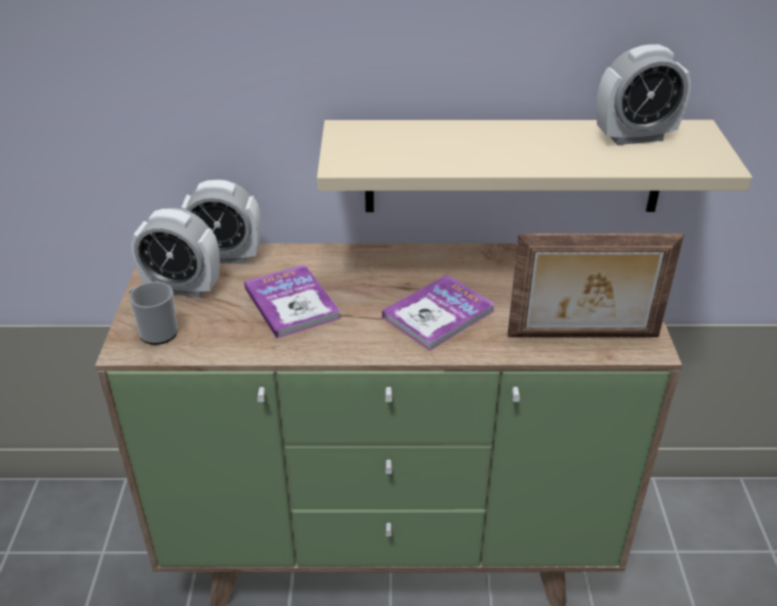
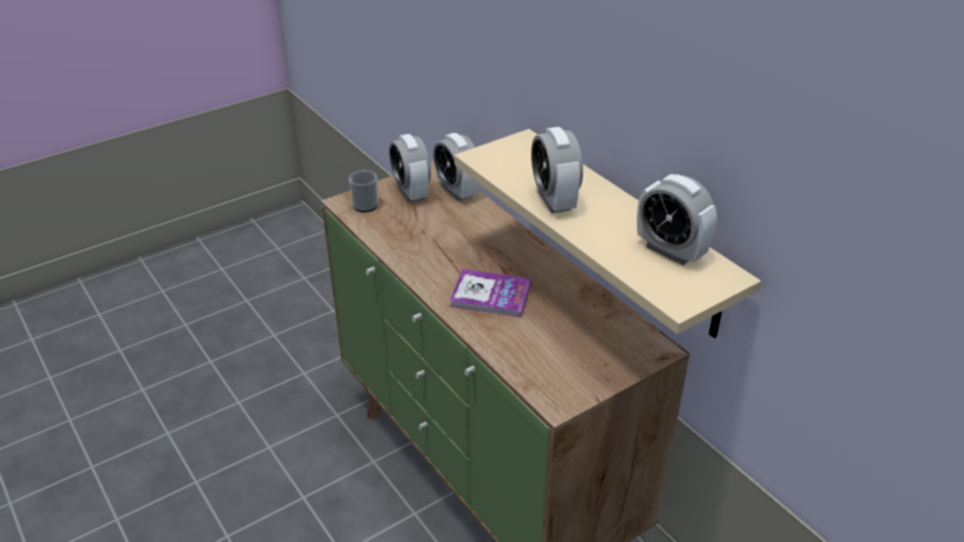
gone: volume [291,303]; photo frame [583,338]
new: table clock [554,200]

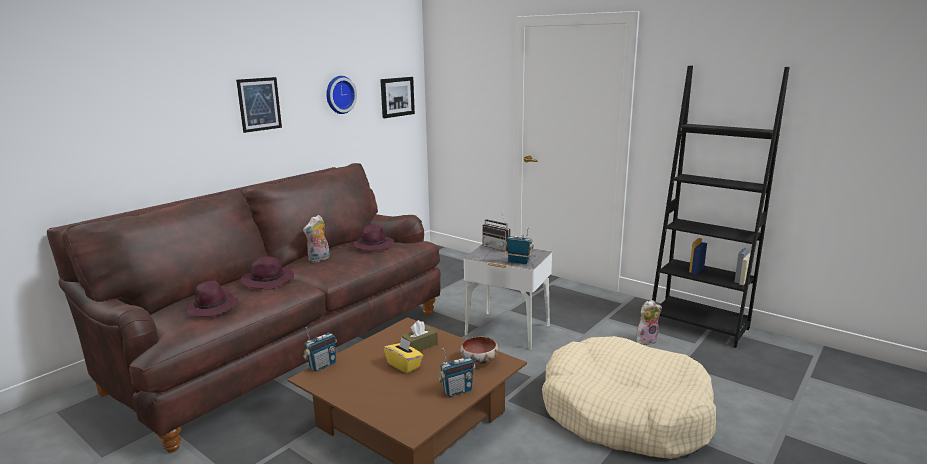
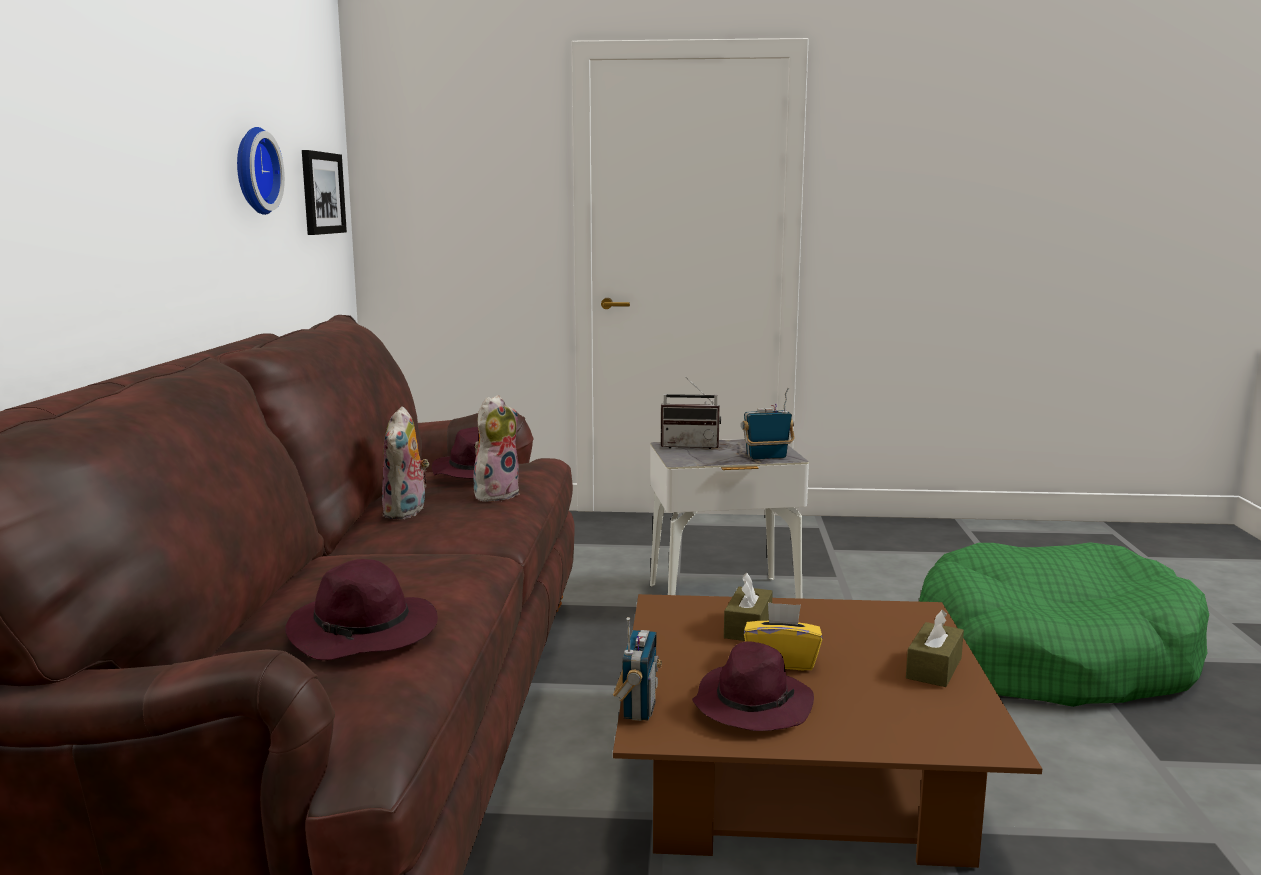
gone: picture [259,104]; deep dish [479,361]; black-coloured bookshelf [698,325]
shifted: purple wearable hat [269,281] to [751,705]; cuddly toy [646,340] to [496,494]
swapped: radio [457,391] to brown tissue holder [934,668]
repainted: sand-coloured pet bed [624,413] to green-coloured pet bed [1051,657]

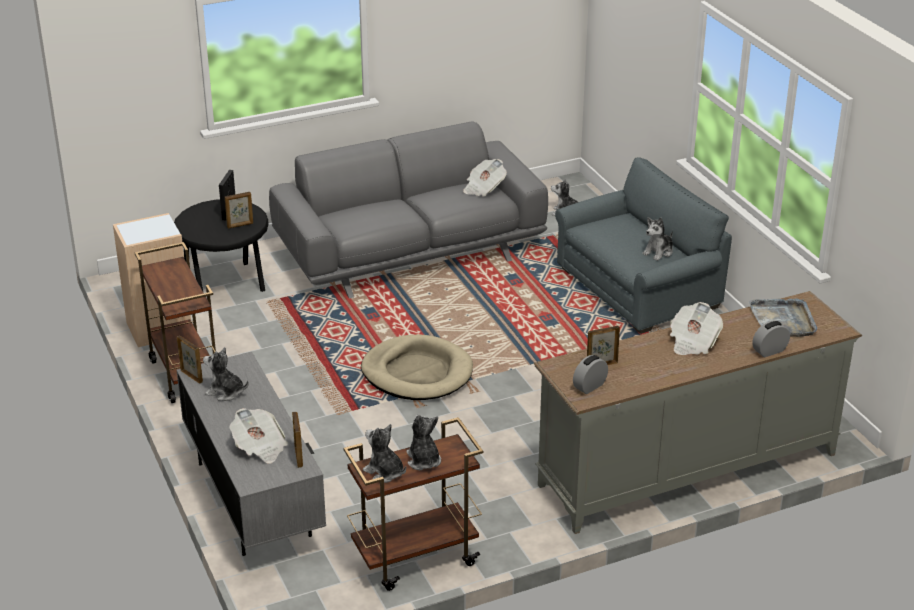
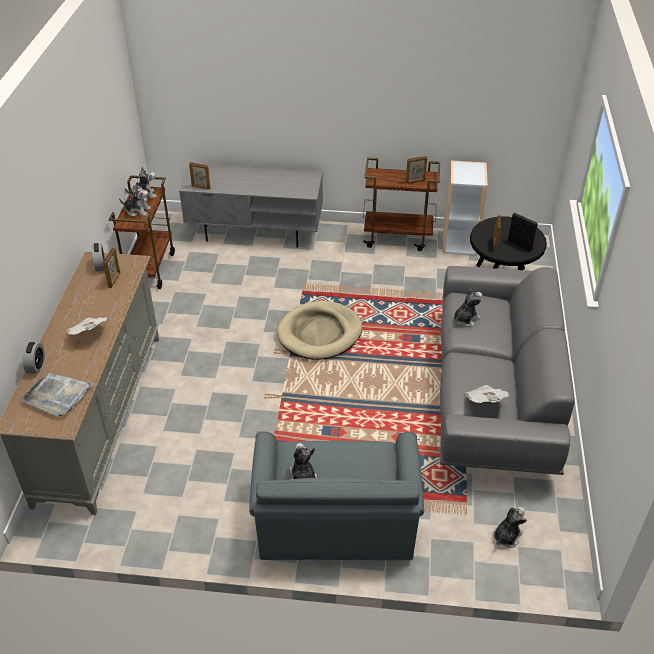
gone: newspaper [260,447]
shifted: photo frame [192,376] to [415,181]; cuddly toy [225,392] to [465,319]

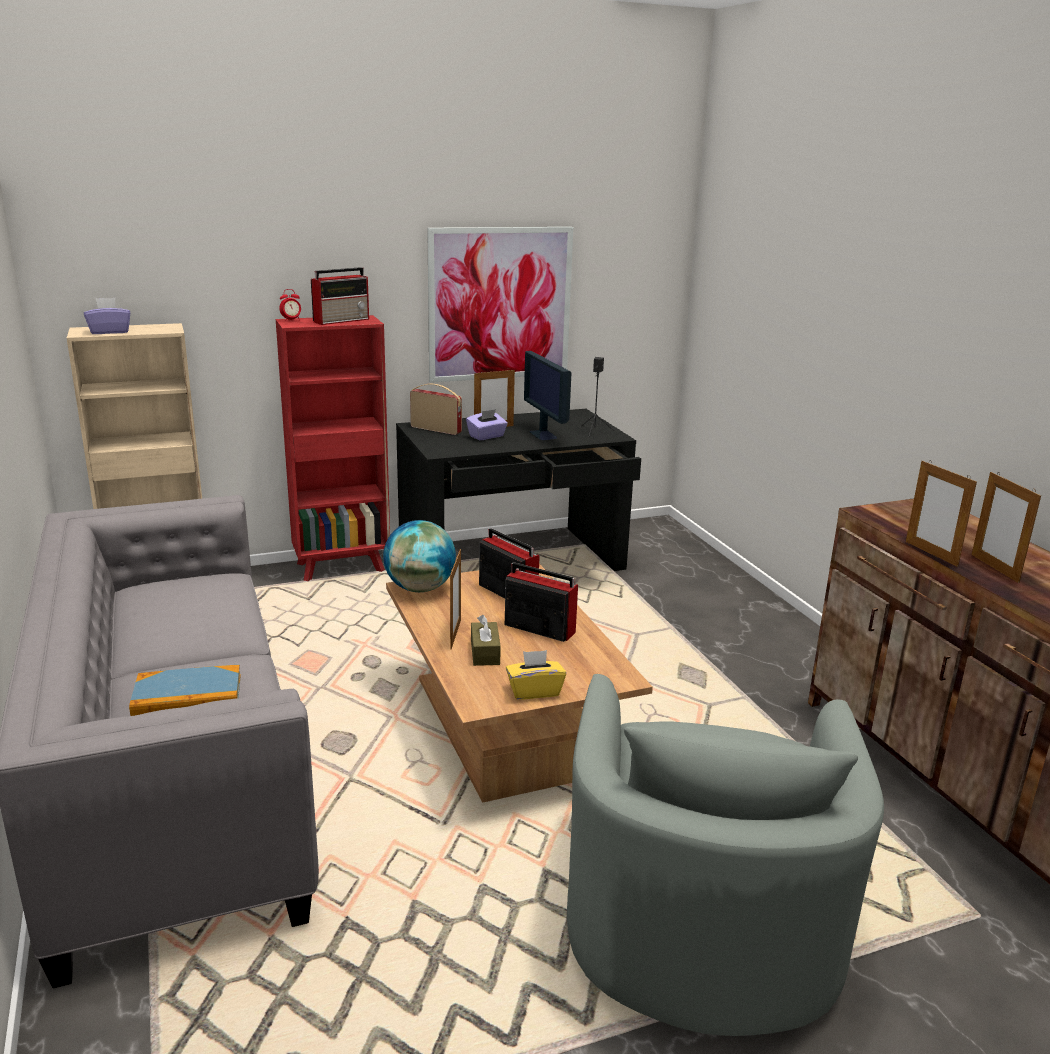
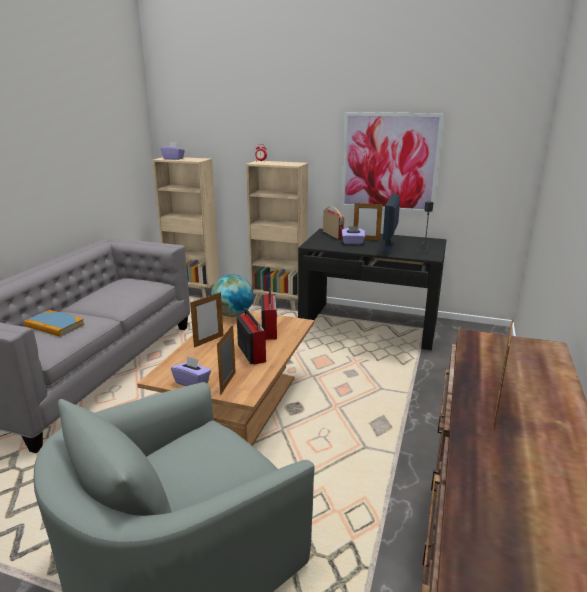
gone: radio [342,320]; brown tissue holder [485,652]
shifted: photo frame [931,553] to [228,383]
repainted: red-coloured bookshelf [342,567] to sand-coloured bookshelf [279,303]; yellowish tissue holder [534,691] to purple tissue holder [192,382]

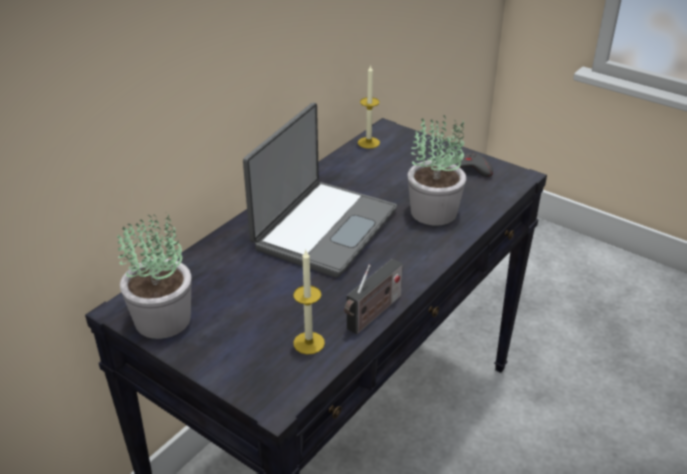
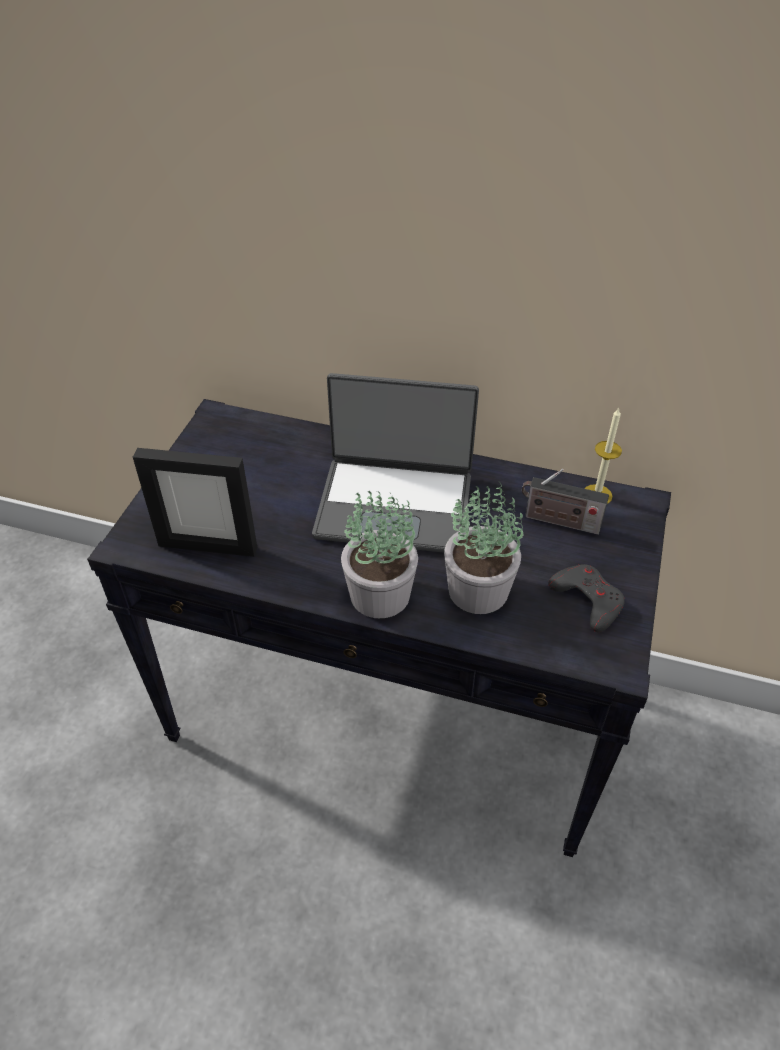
shifted: potted plant [164,320] to [380,595]; radio [372,315] to [558,521]
swapped: wax light [309,343] to photo frame [208,545]

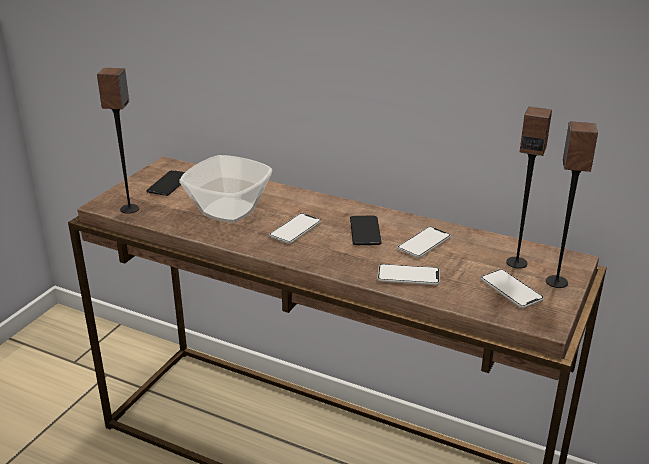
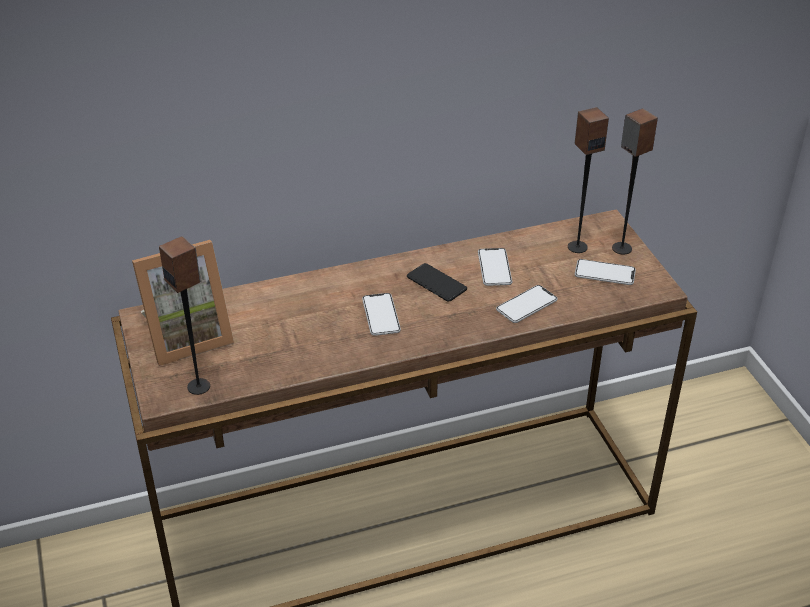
gone: deep dish [230,210]
swapped: telephone [169,184] to photo frame [187,336]

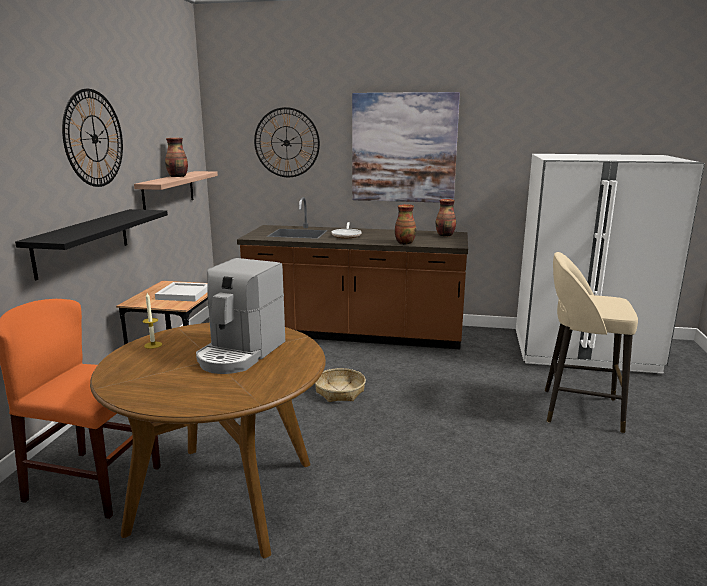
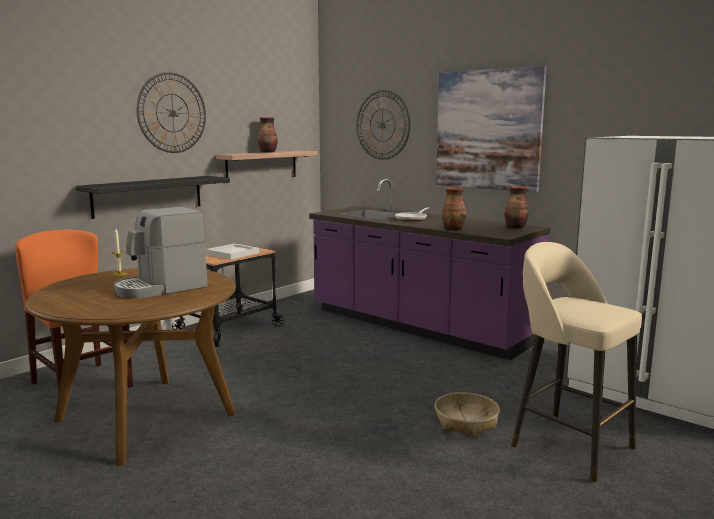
shifted: storage basket [340,391] to [466,422]
repainted: brown kitchen counter [355,333] to purple kitchen counter [418,326]

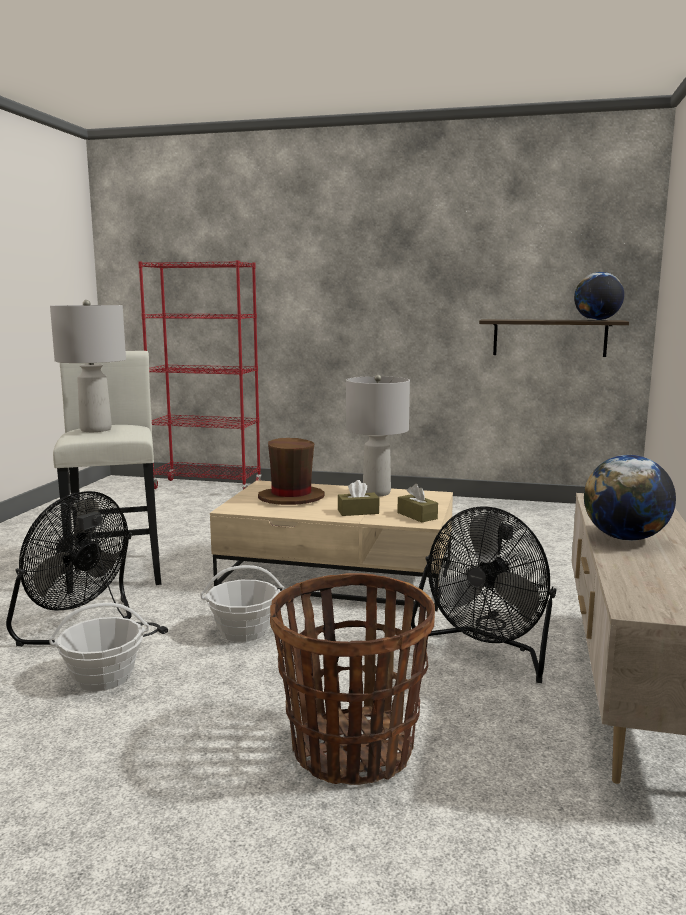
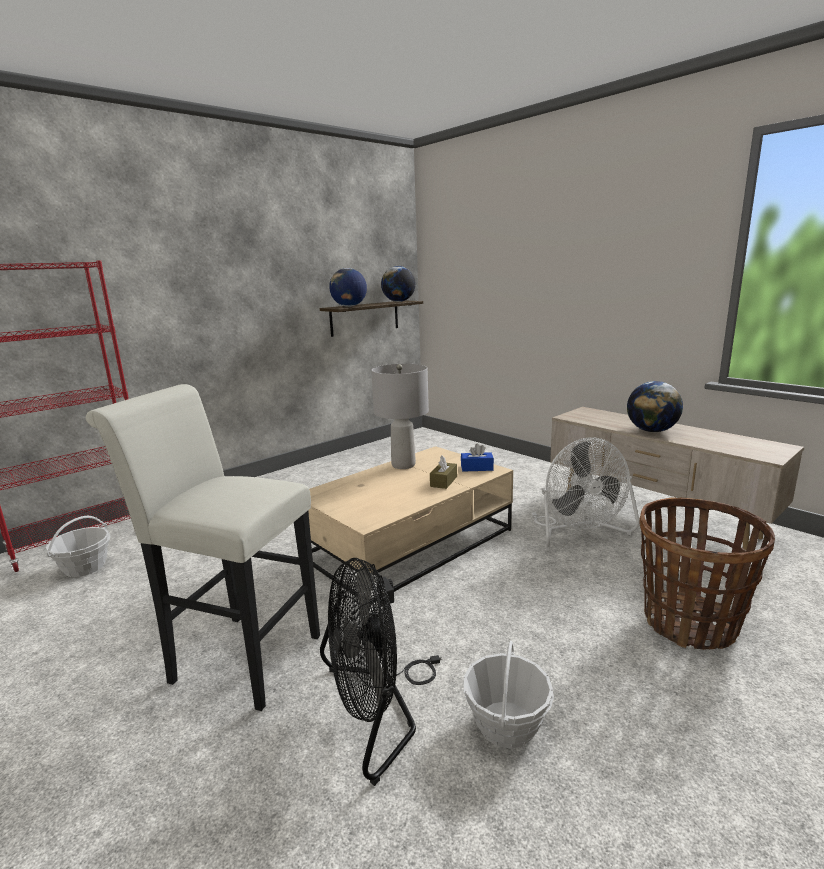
gone: gray table lamp [95,430]; brown wearable hat [290,498]
new: globe [349,306]
shifted: storage basket [244,631] to [85,567]
repainted: brown tissue holder [417,516] to blue tissue holder [477,468]; black-coloured fan [485,647] to whitish fan [575,533]

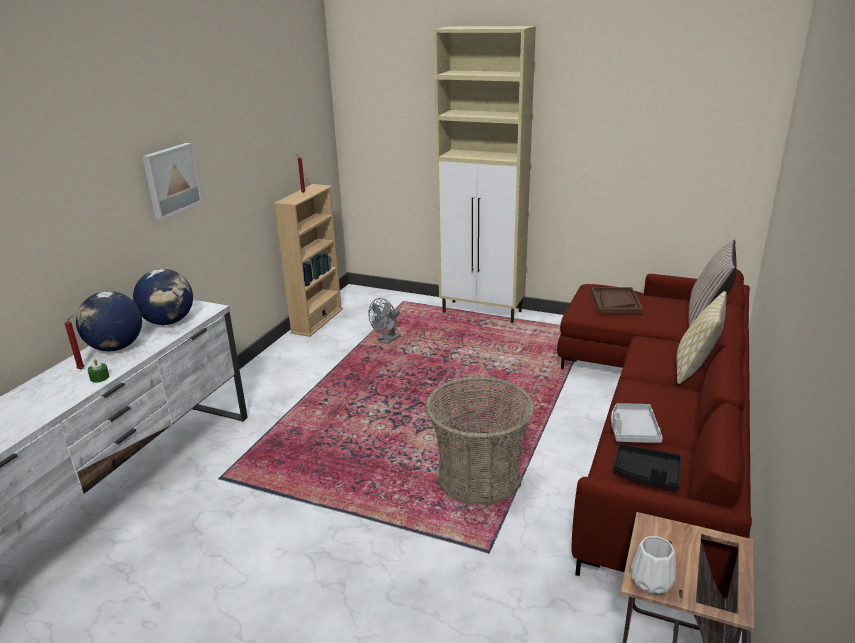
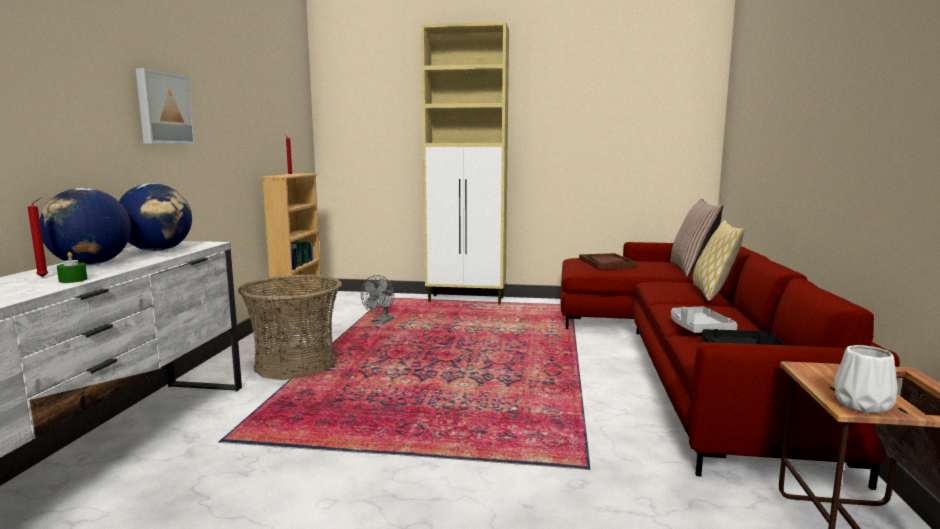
shifted: storage basket [479,477] to [296,364]

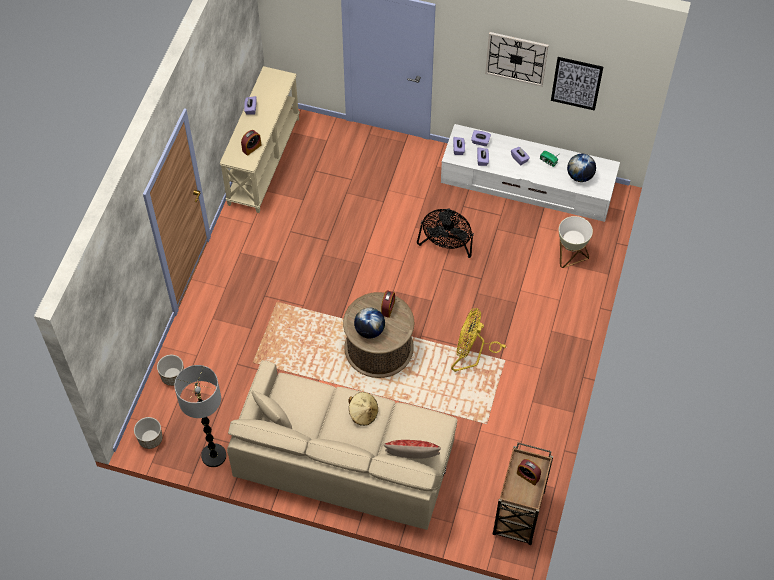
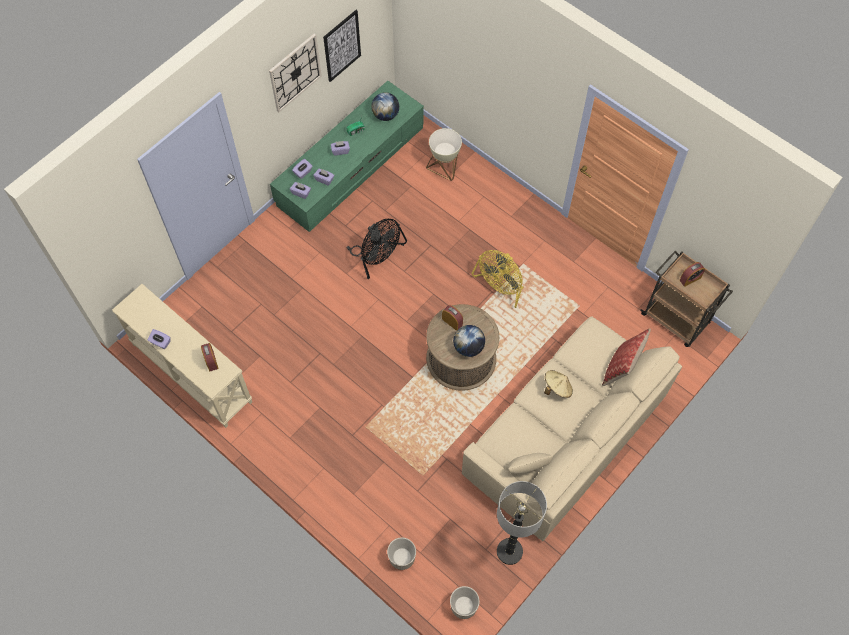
repainted: whitish media console [528,183] to green-coloured media console [350,165]

